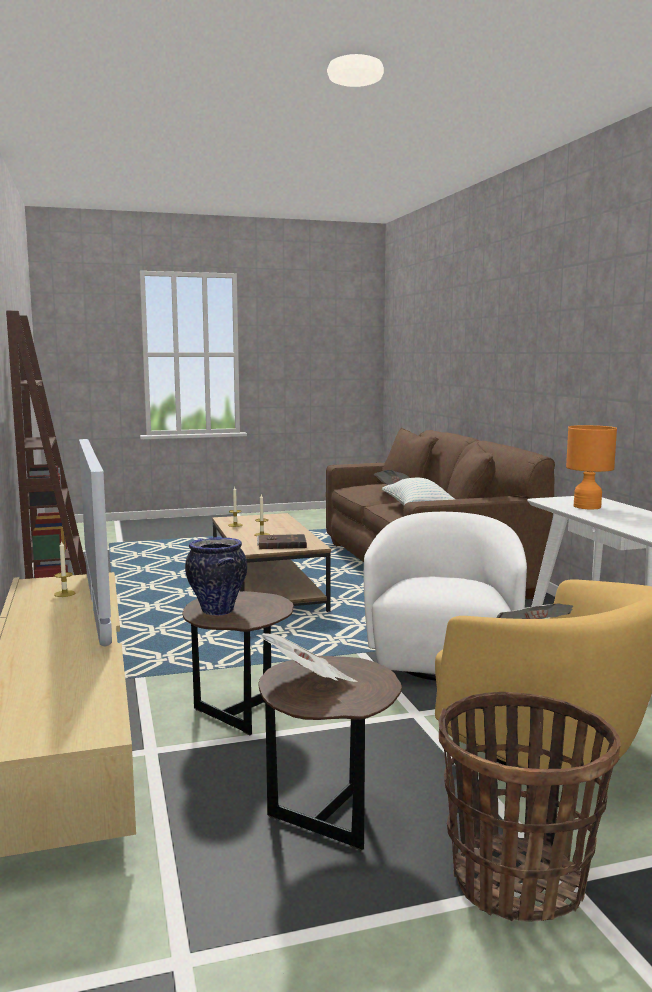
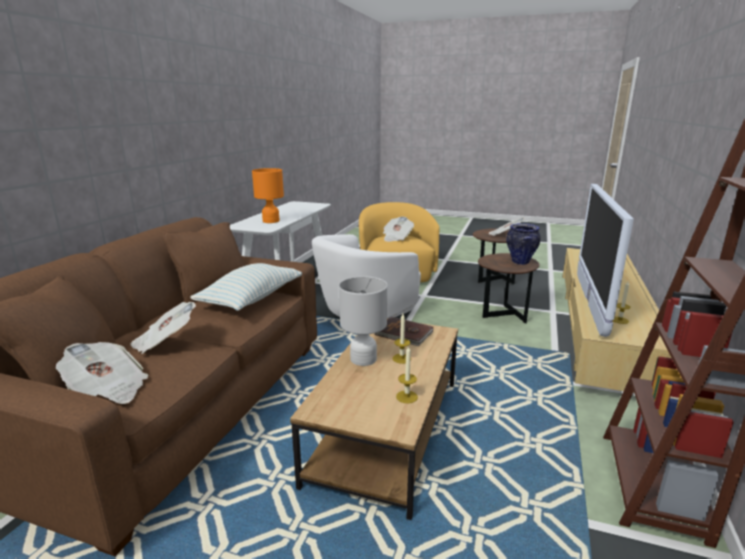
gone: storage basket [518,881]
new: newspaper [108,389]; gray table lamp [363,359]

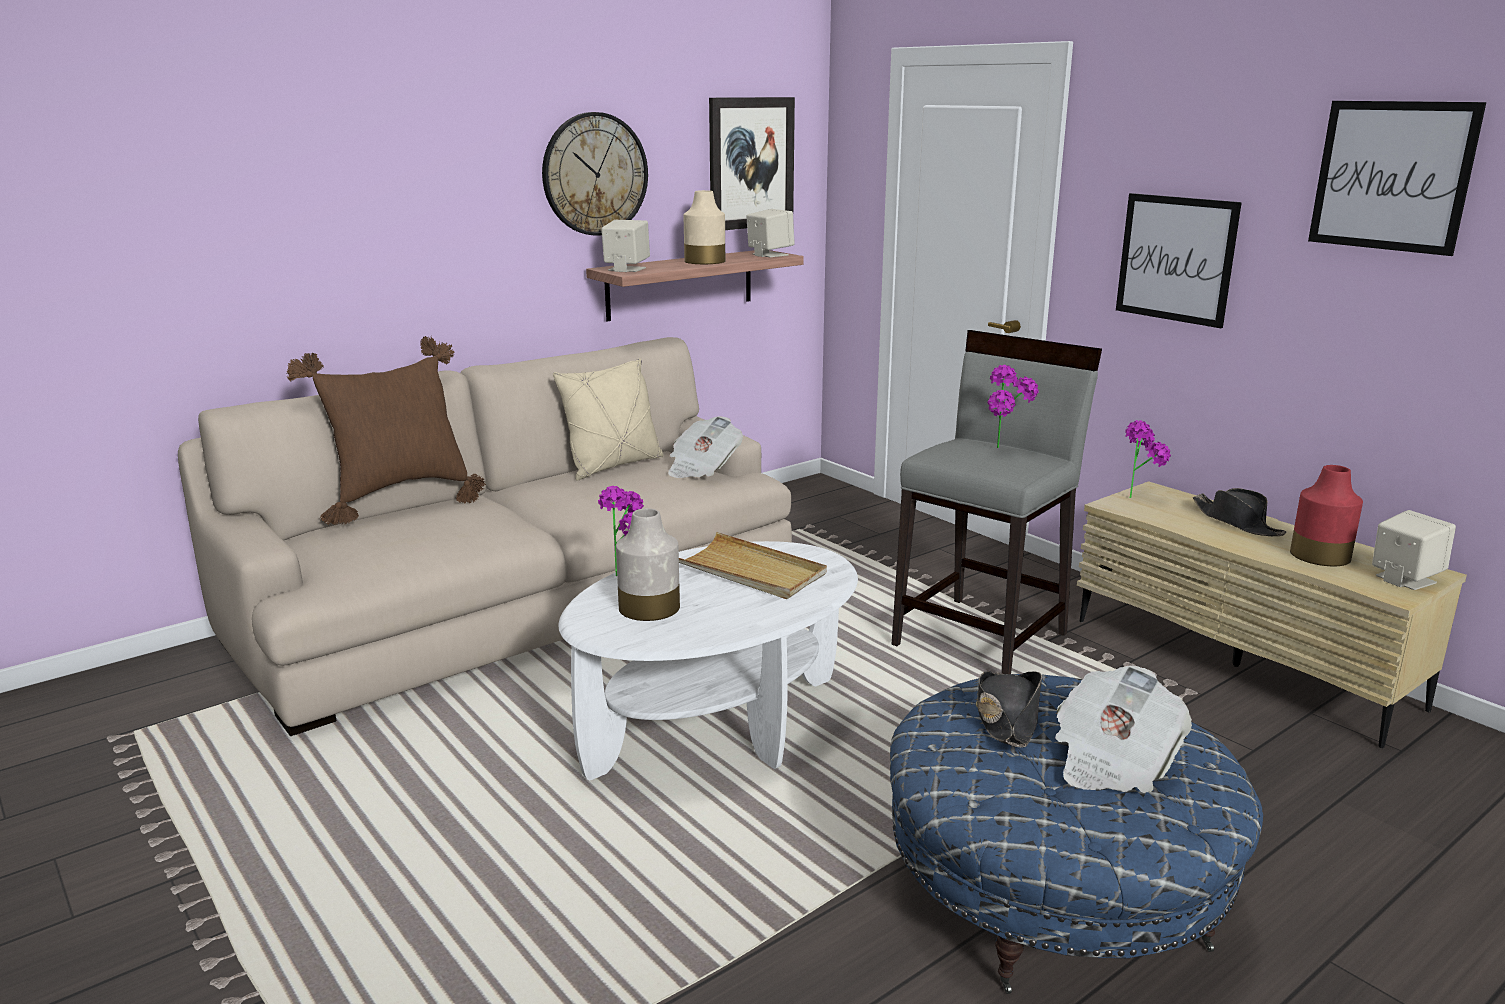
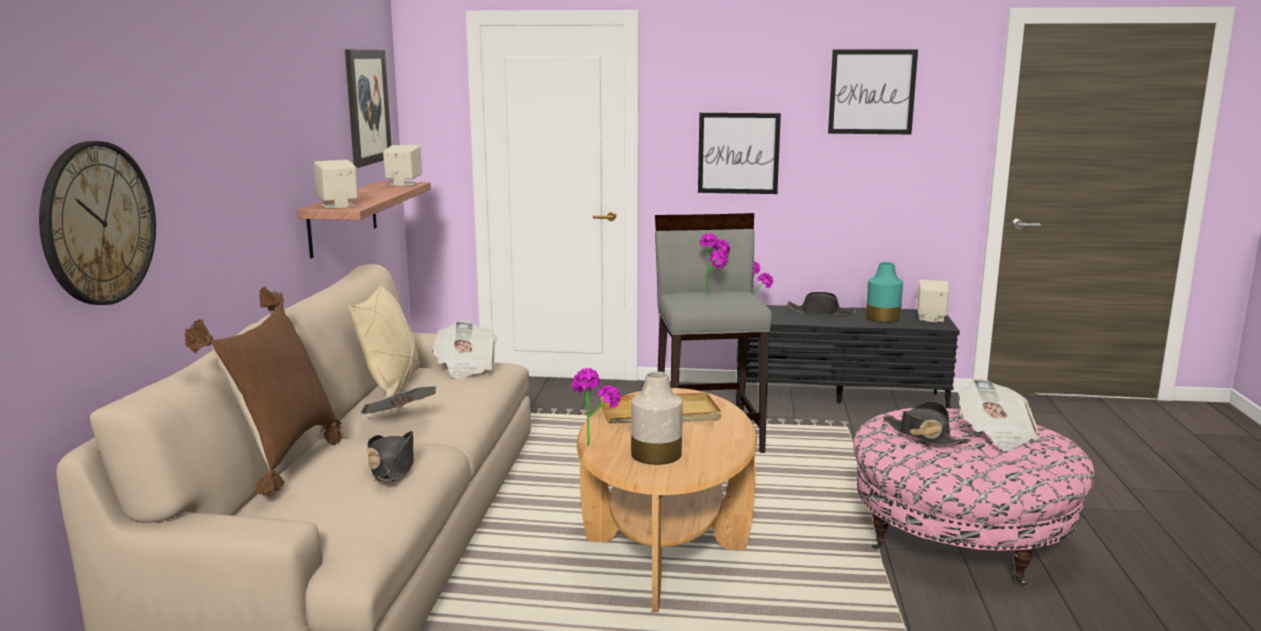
gone: sand-coloured decorative vase [704,261]
new: newspaper [399,420]; black-coloured wearable hat [392,467]
shifted: hanging clock [594,174] to [98,223]
repainted: whitish coffee table [716,726] to brown coffee table [665,545]; blue ottoman [1053,892] to pinkish ottoman [961,536]; sand-coloured media console [1240,664] to black-coloured media console [839,401]; red-coloured decorative vase [1321,555] to turquoise decorative vase [883,317]

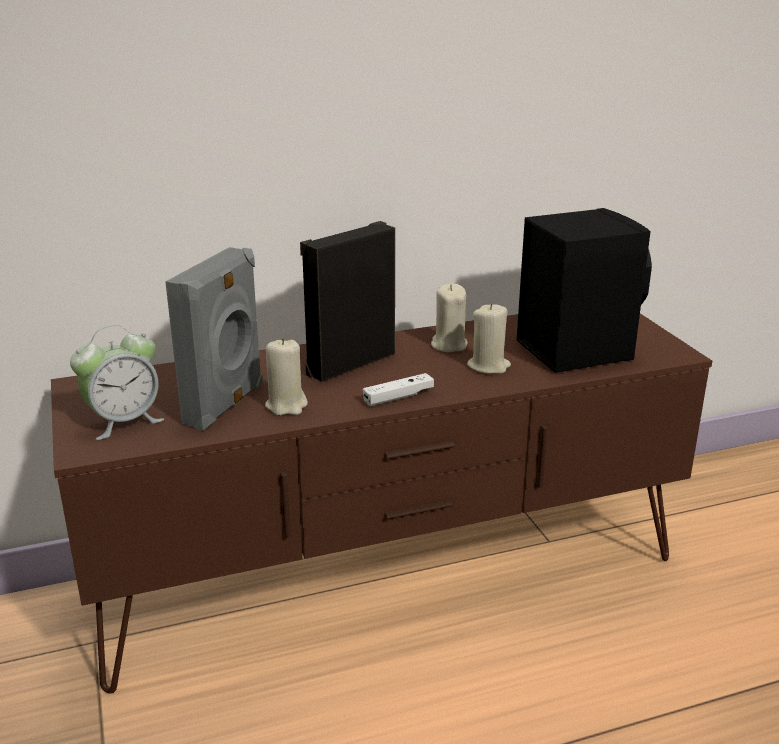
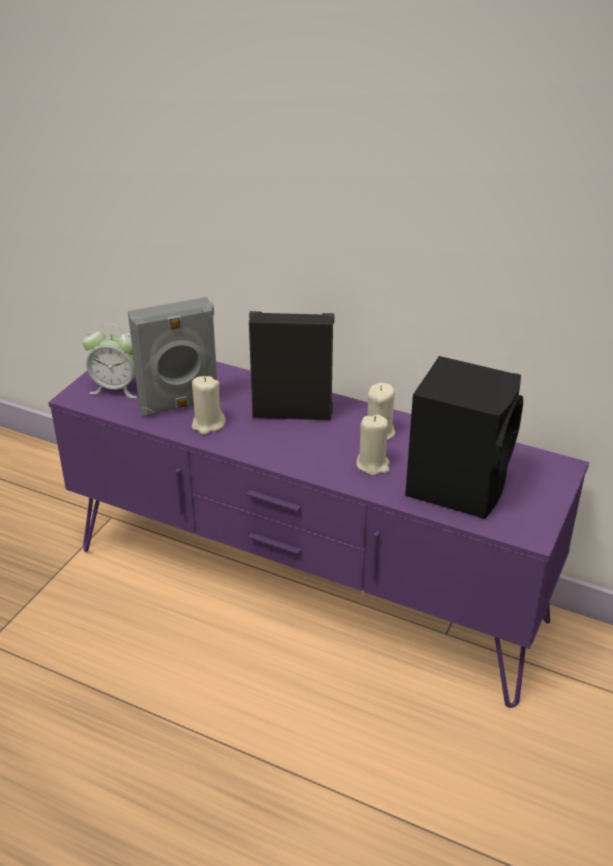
gone: whitish joypad [398,397]
repainted: brown media console [392,575] to purple media console [308,585]

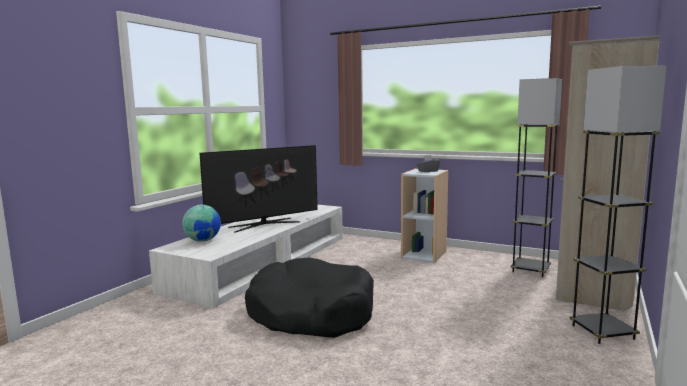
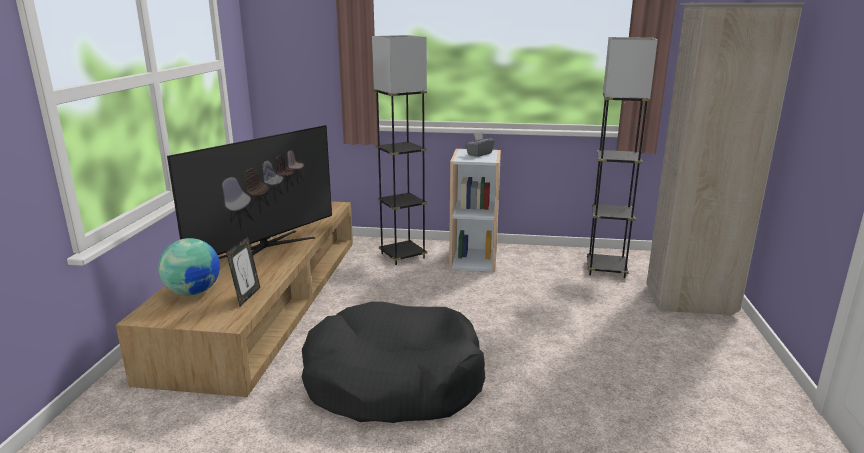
new: photo frame [247,296]
shifted: gray floor lamp [602,332] to [402,256]
repainted: whitish media console [262,261] to brown media console [265,299]

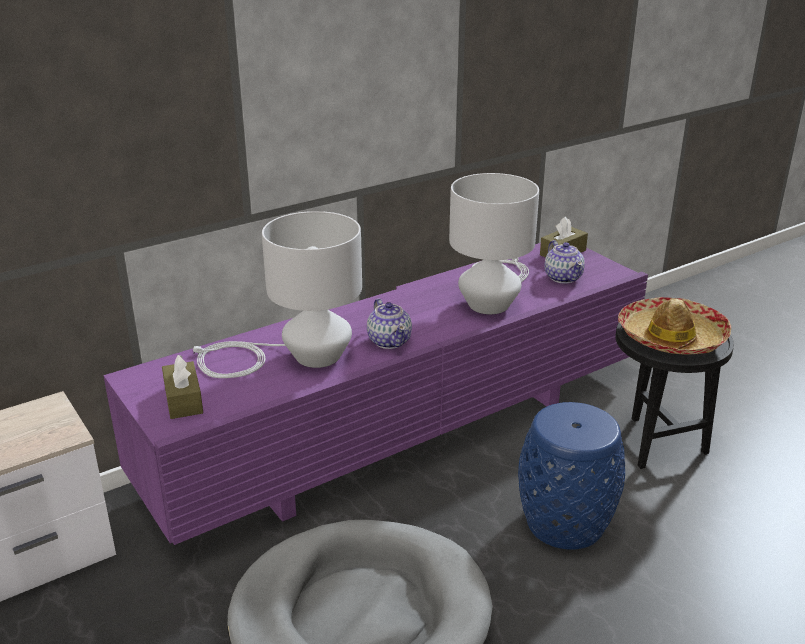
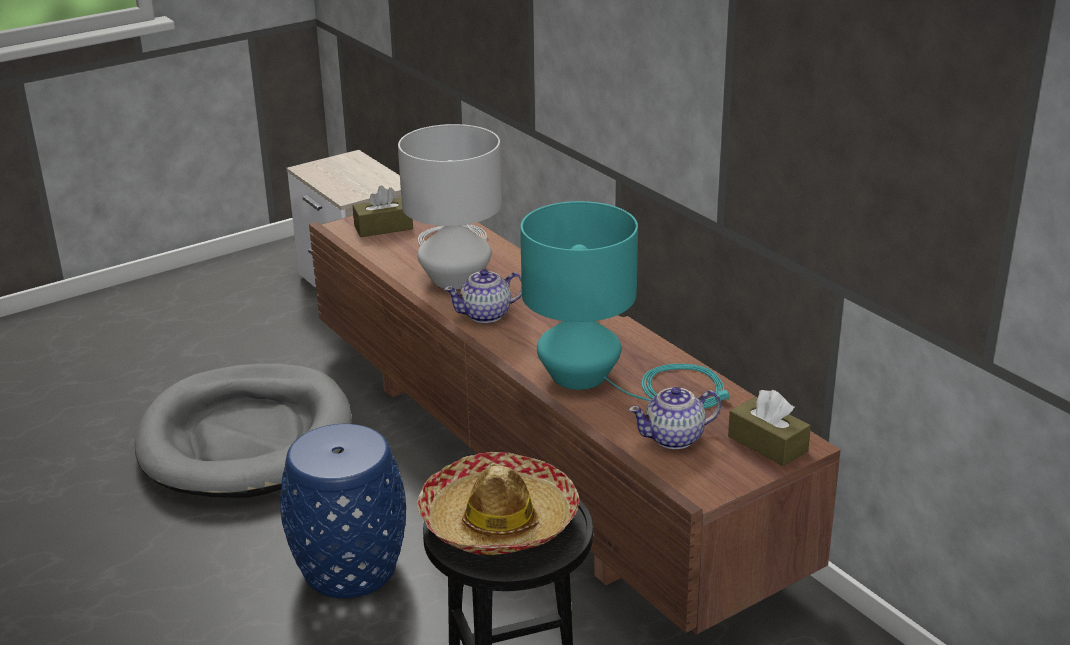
repainted: purple media console [401,429] to brown media console [538,455]; gray table lamp [493,291] to turquoise table lamp [619,380]

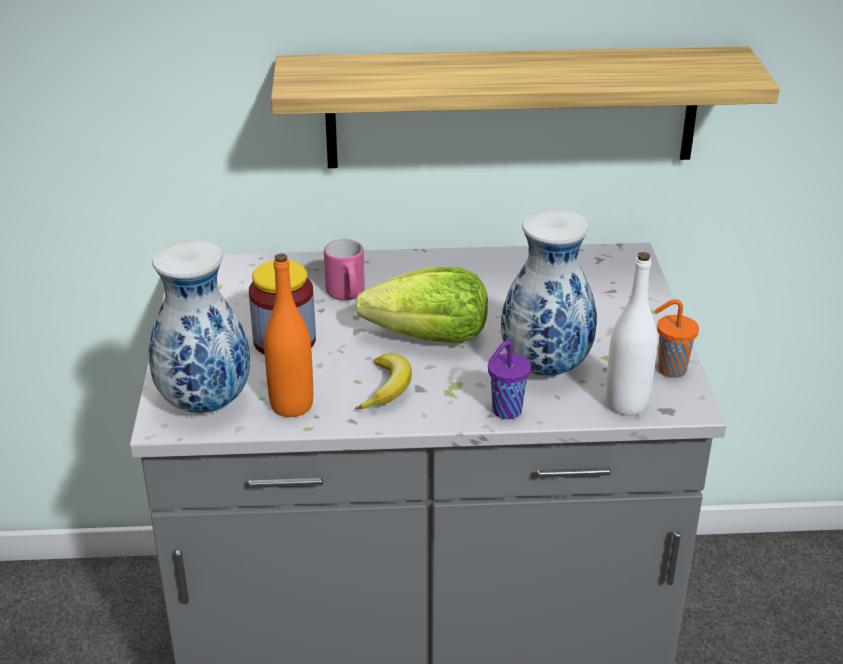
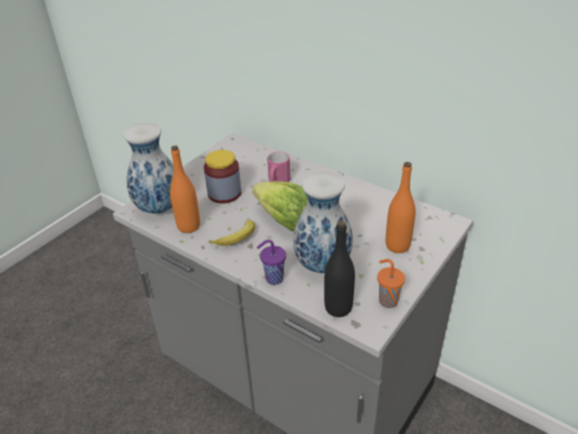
gone: wall shelf [512,107]
new: orangey drink bottle [397,246]
repainted: whitish drink bottle [626,404] to black-coloured drink bottle [338,307]

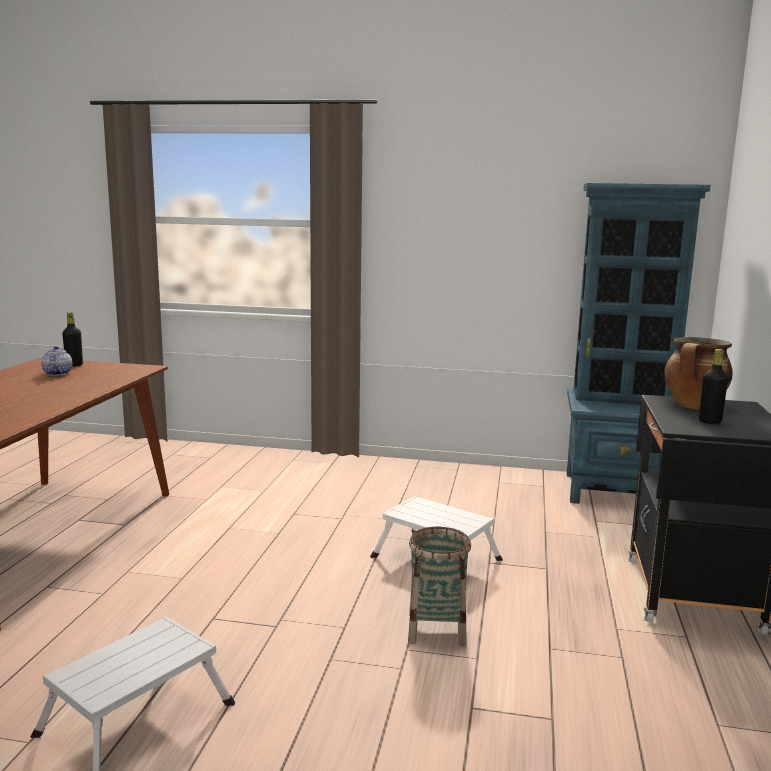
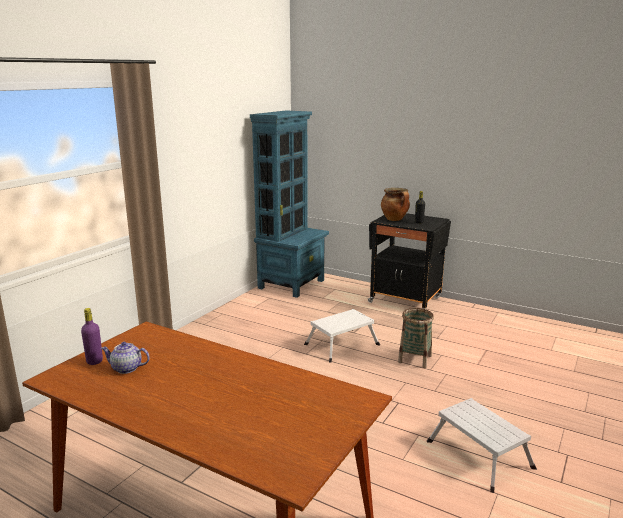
repainted: black-coloured drink bottle [74,365] to purple drink bottle [94,361]

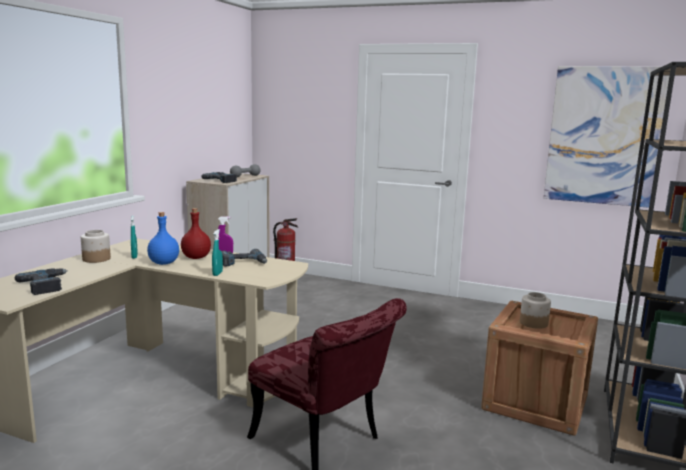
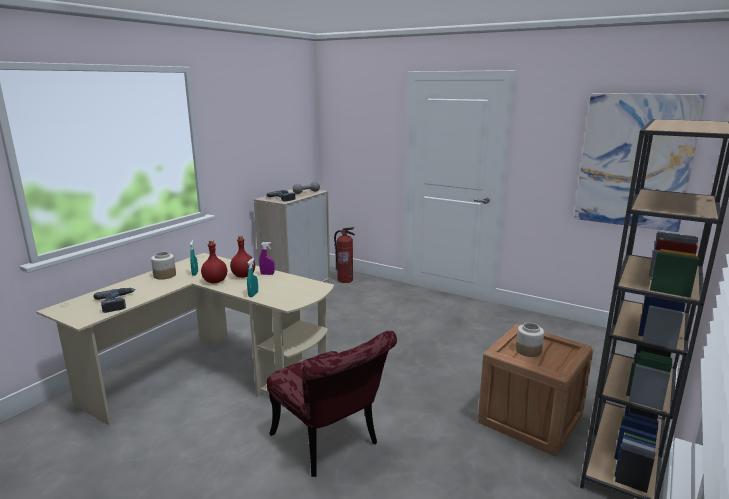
gone: drill [243,263]
repainted: blue drink bottle [163,263] to red-coloured drink bottle [215,281]

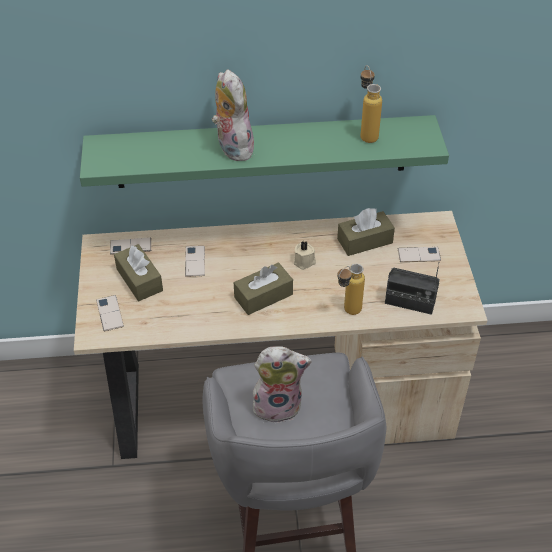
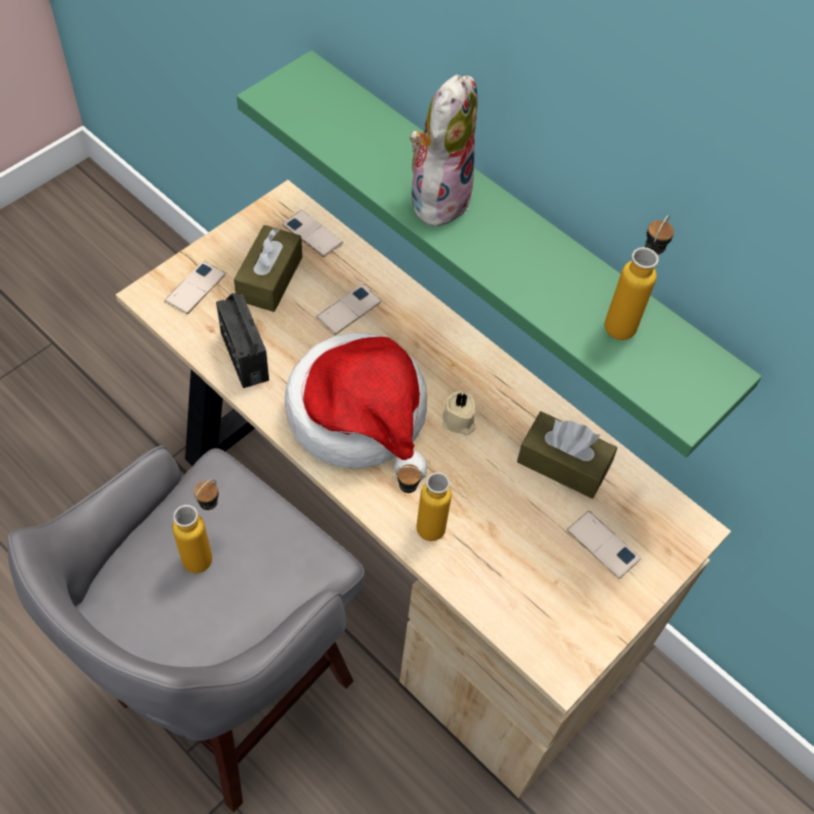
shifted: radio [409,303] to [244,356]
swapped: brown tissue holder [263,296] to wearable hat [360,416]; cuddly toy [278,405] to drink bottle [206,551]

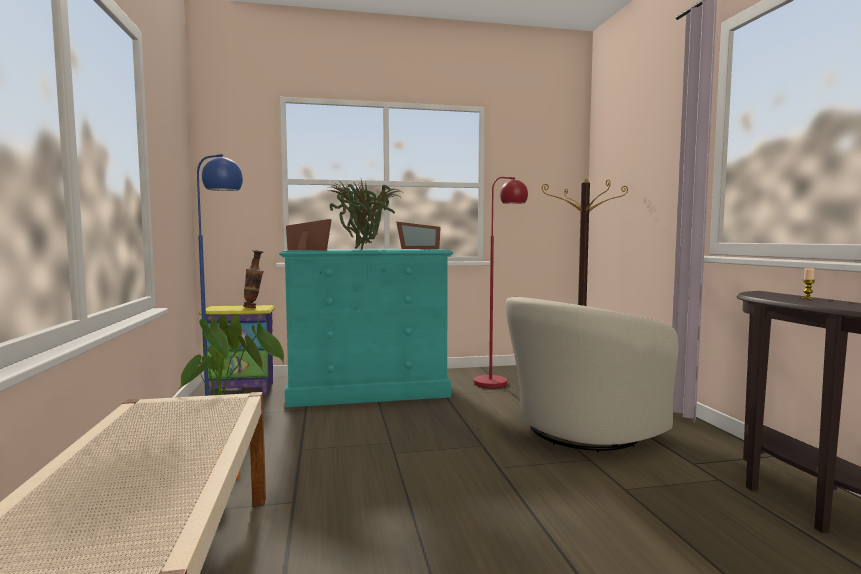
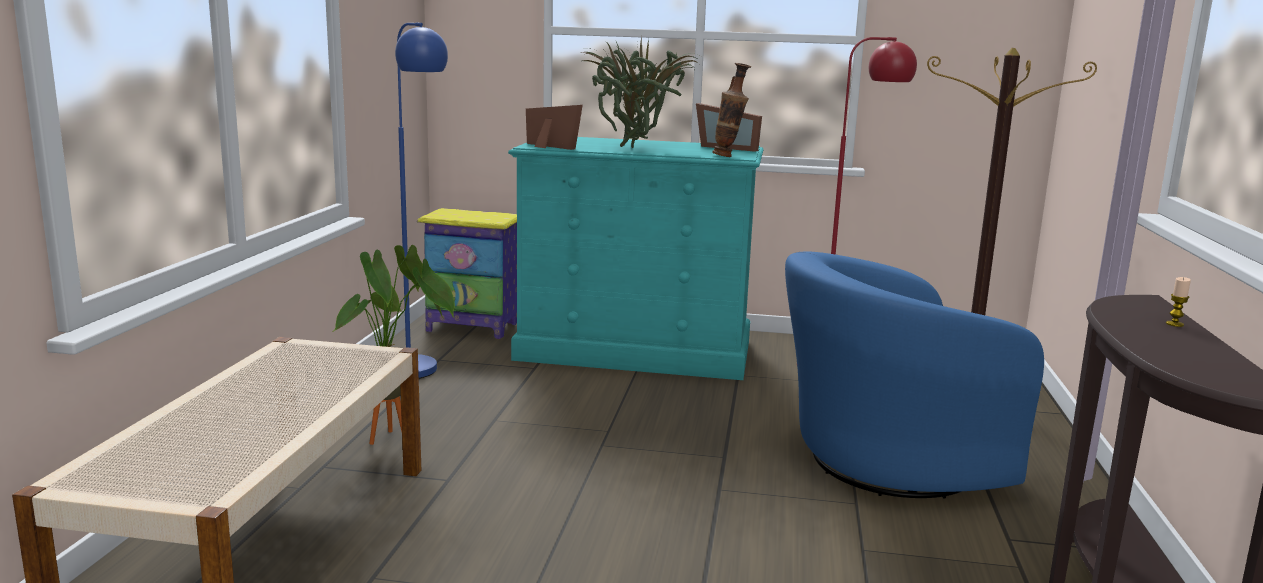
shifted: decorative vase [254,308] to [728,156]
repainted: sand-coloured lounge chair [581,431] to blue lounge chair [887,462]

